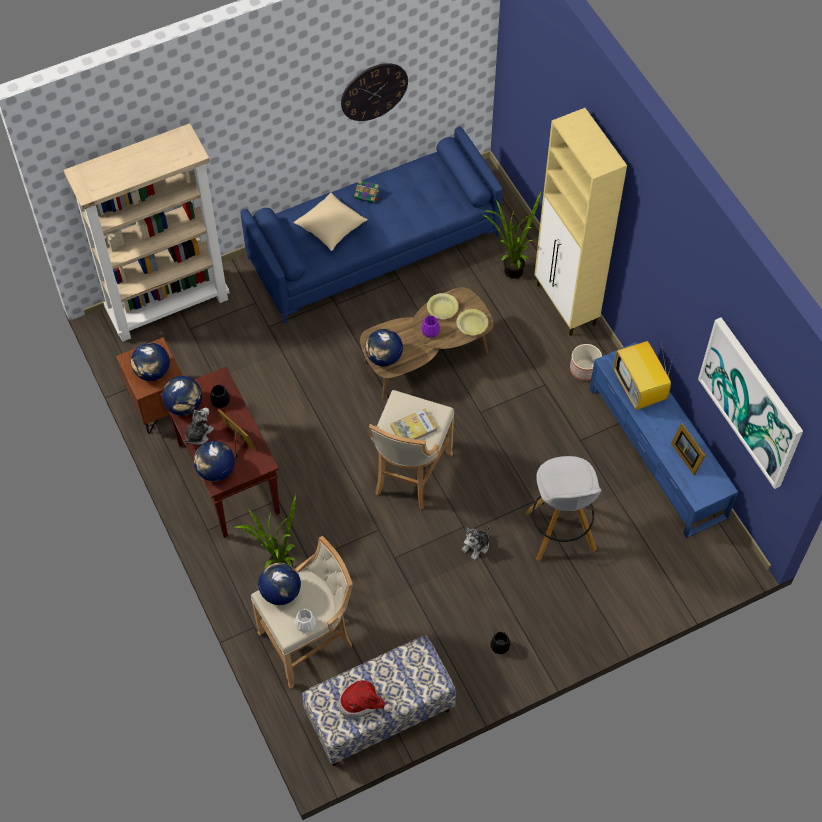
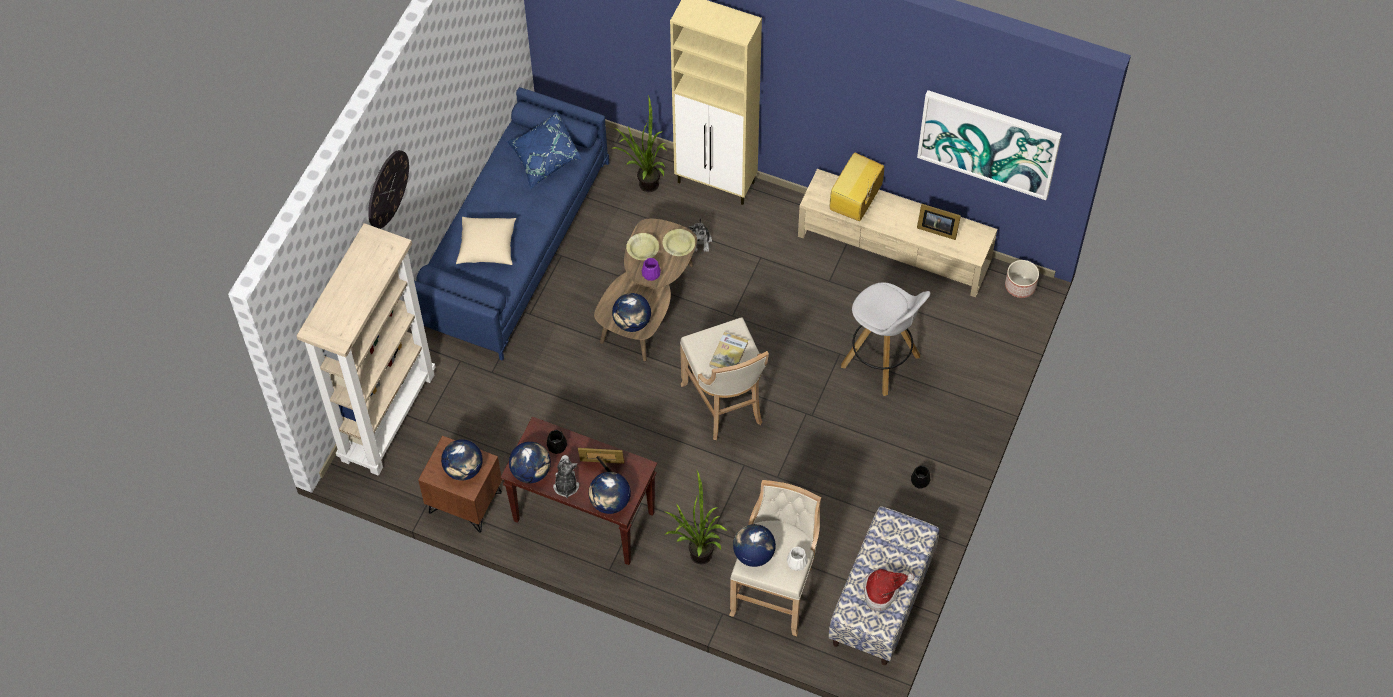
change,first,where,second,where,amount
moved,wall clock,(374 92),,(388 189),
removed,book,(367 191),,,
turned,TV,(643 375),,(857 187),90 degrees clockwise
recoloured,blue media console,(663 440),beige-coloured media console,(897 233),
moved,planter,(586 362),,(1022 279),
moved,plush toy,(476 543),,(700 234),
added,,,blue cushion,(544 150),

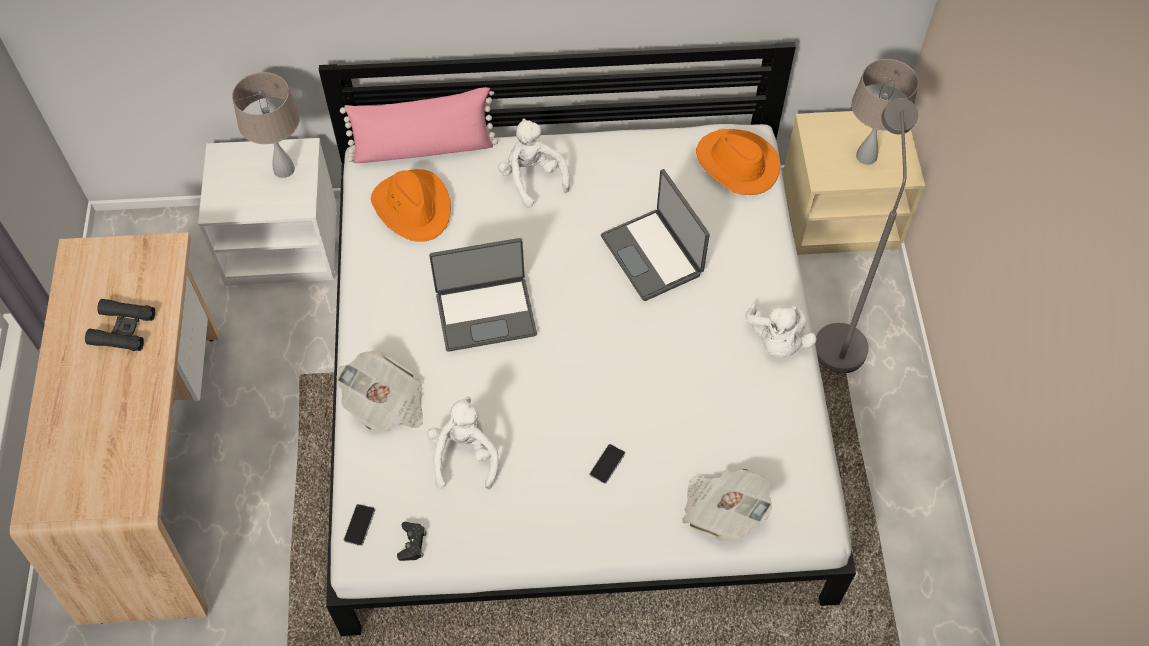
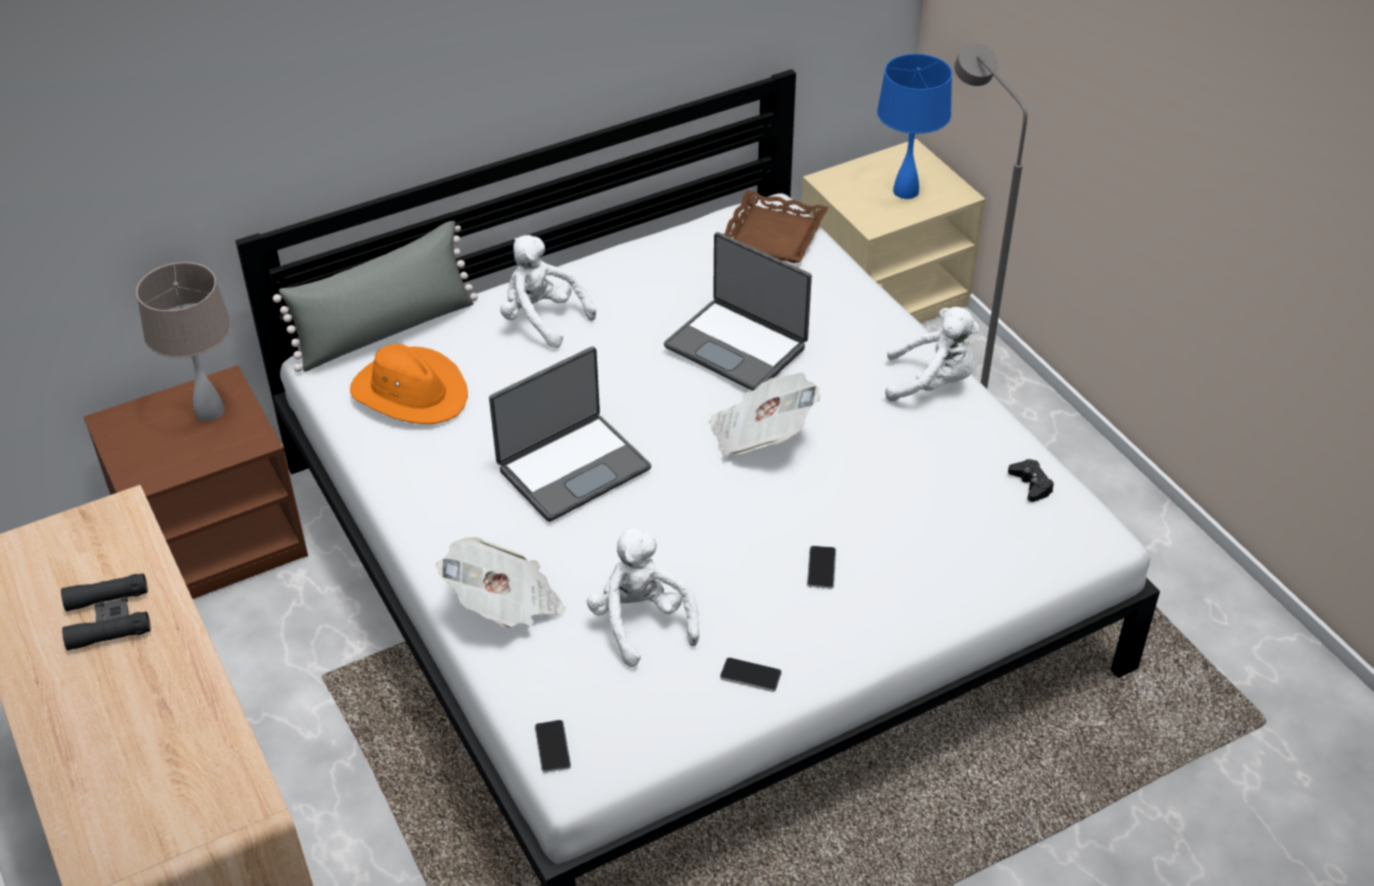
change,first,where,second,where,amount
recoloured,beige-coloured tabletop lamp,(885 112),blue tabletop lamp,(914 126),
recoloured,pink cushion,(419 125),gray cushion,(375 296),
replaced,orange-coloured clothing hat,(738 162),brown carrying tray,(776 226),
recoloured,whitish bedside table,(267 212),brown bedside table,(196 482),
turned,whitish plush toy,(781 331),,(932 354),60 degrees counterclockwise
moved,daily paper,(727 505),,(764 414),
moved,black-coloured game controller,(412 541),,(1031 480),
added,,,telephone,(751 674),

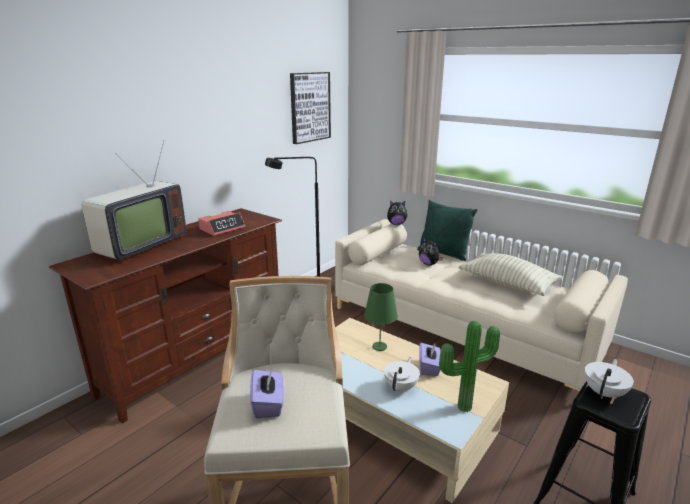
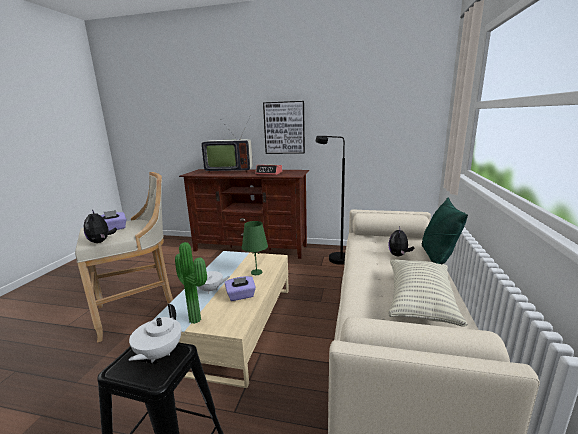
change,first,where,second,where,amount
moved,picture,(310 108),,(284 127),
moved,plush toy,(397 213),,(100 226),
turned,whitish teapot,(609 379),,(155 333),90 degrees clockwise

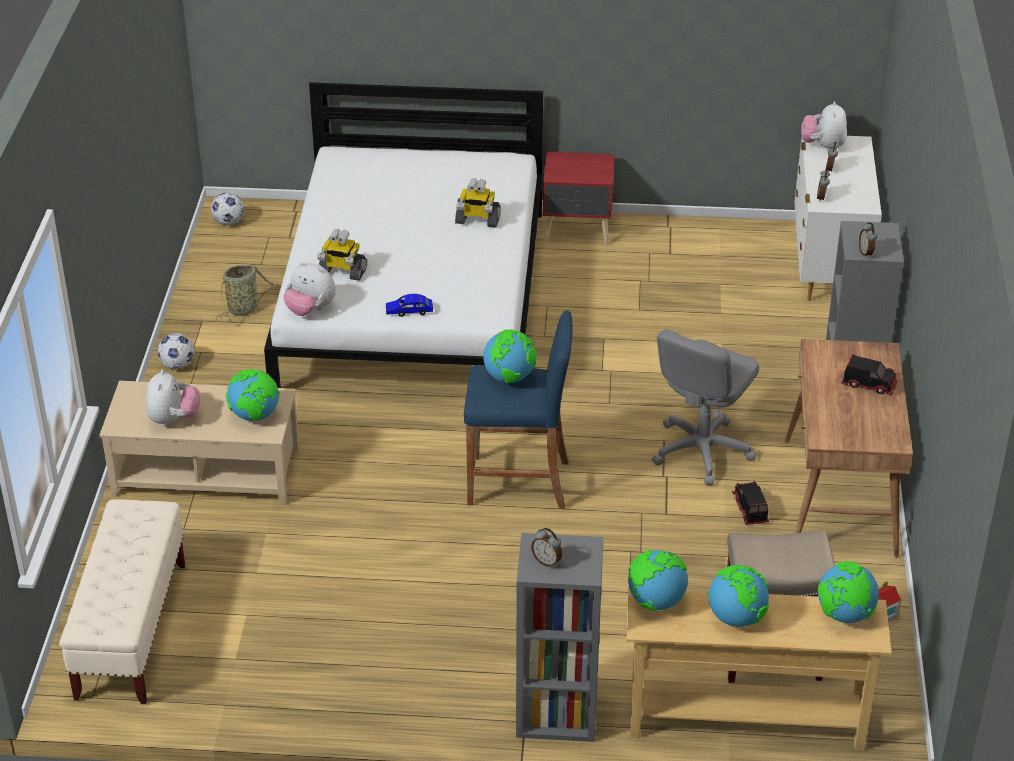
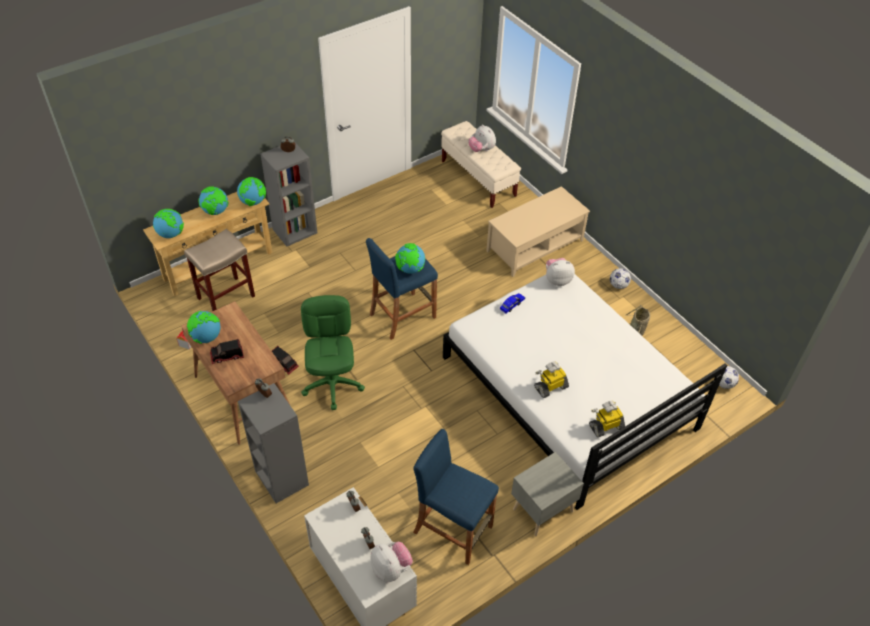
change,first,where,second,where,amount
recoloured,red-coloured bedside table,(579 198),gray bedside table,(547 494),
moved,toy robot,(342 255),,(607 419),
recoloured,gray computer chair,(705 407),green computer chair,(333 352),
moved,globe,(253 395),,(203 327),
moved,plush toy,(173 398),,(482 138),
added,,,blue stool seat,(456 497),

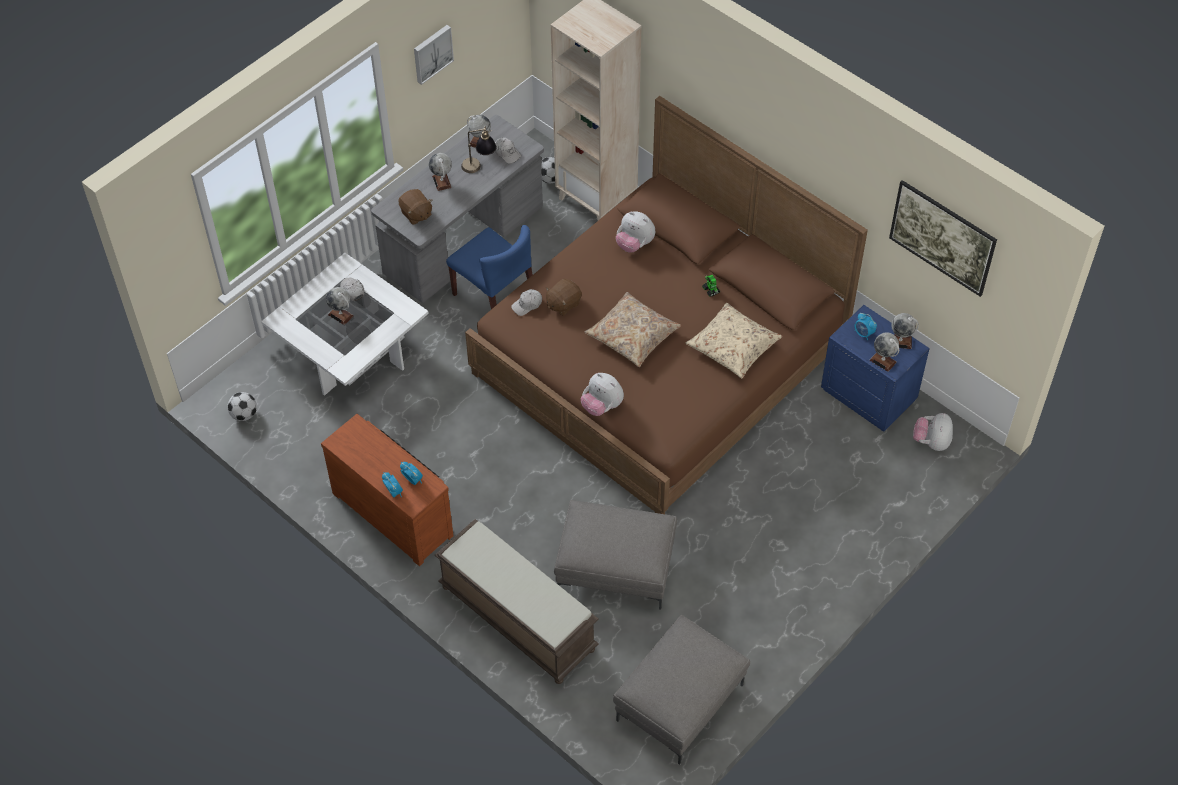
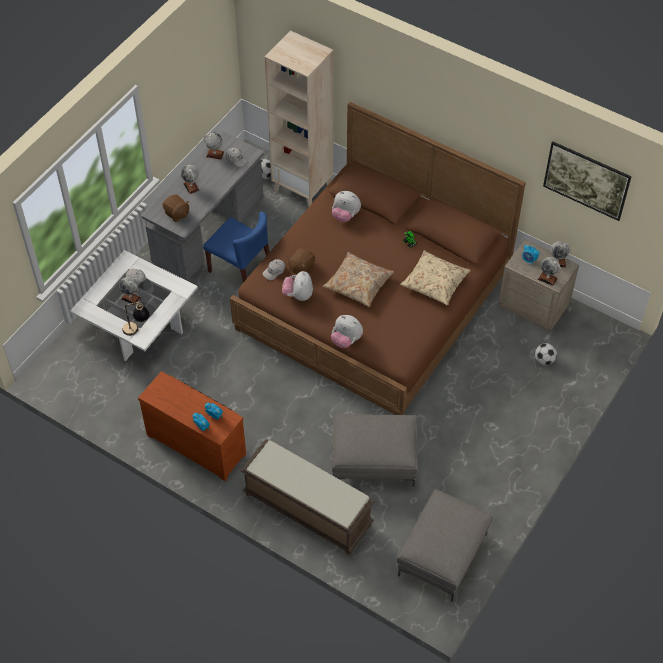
change,first,where,second,where,amount
removed,picture,(434 55),,,
moved,tabletop lamp,(478 149),,(136 318),
recoloured,blue bedside table,(875 368),beige-coloured bedside table,(538 285),
moved,football ball,(242 406),,(546 354),
moved,plush toy,(933 432),,(297 286),

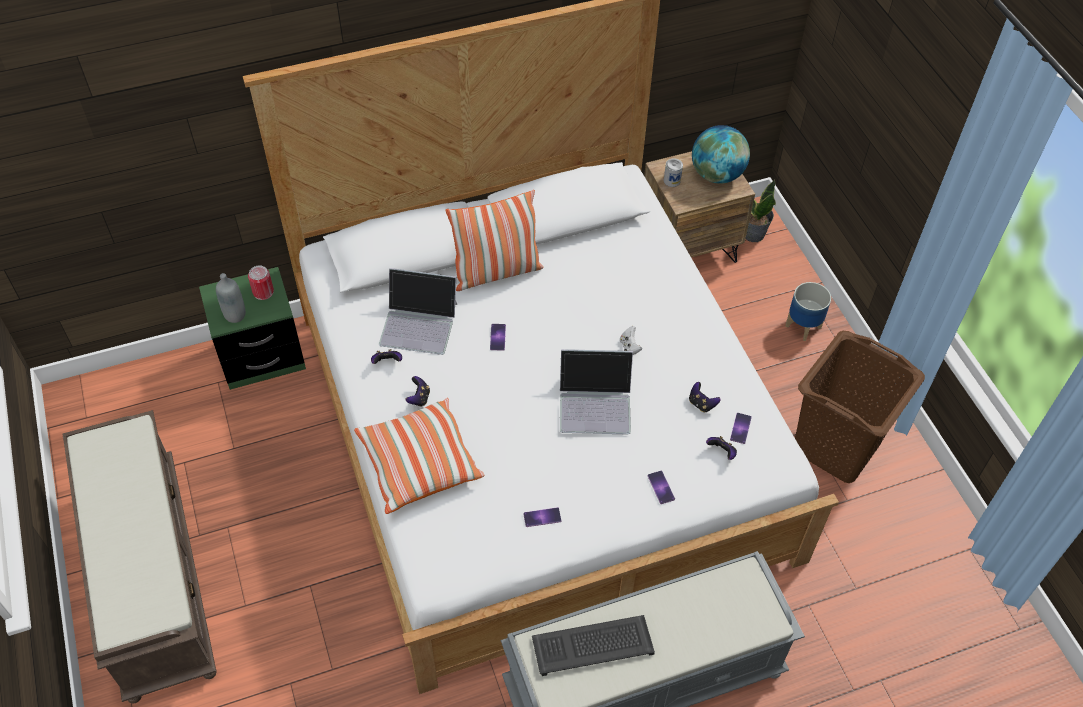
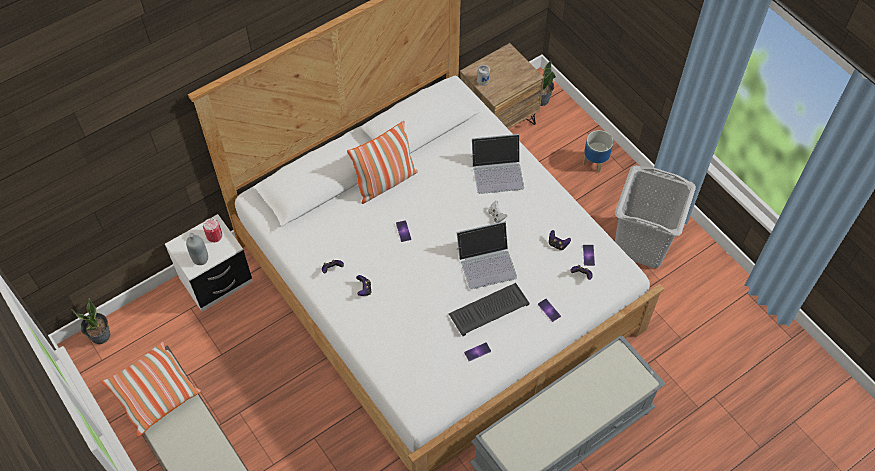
change,first,where,second,where,amount
removed,globe,(721 154),,,
recoloured,green bedside table,(252 328),whitish bedside table,(209 262),
moved,portable computer,(418 311),,(498 164),
recoloured,brown laundry basket,(860 407),gray laundry basket,(655 216),
moved,cushion,(419 456),,(151 389),
moved,computer keyboard,(593 645),,(489 309),
added,,,plant in a pot,(90 321),

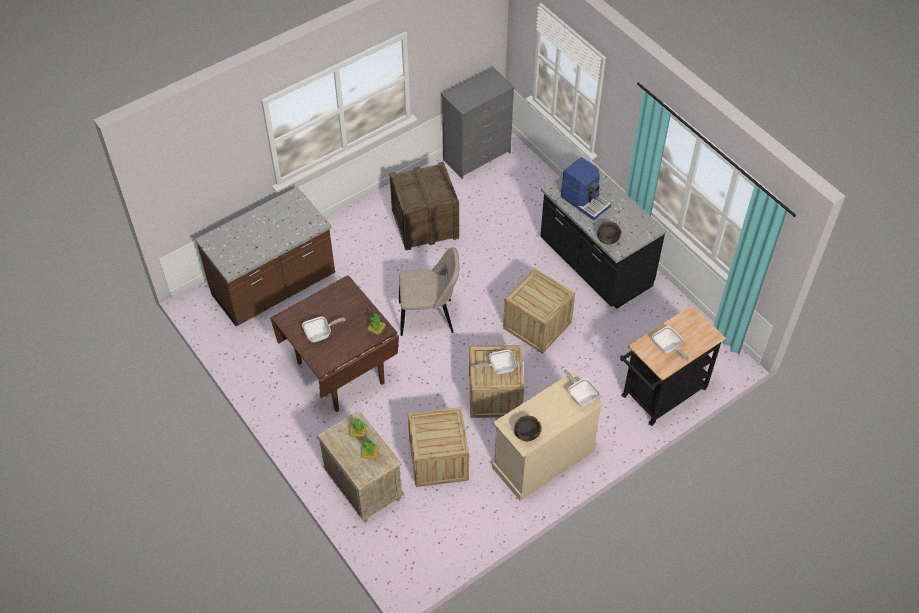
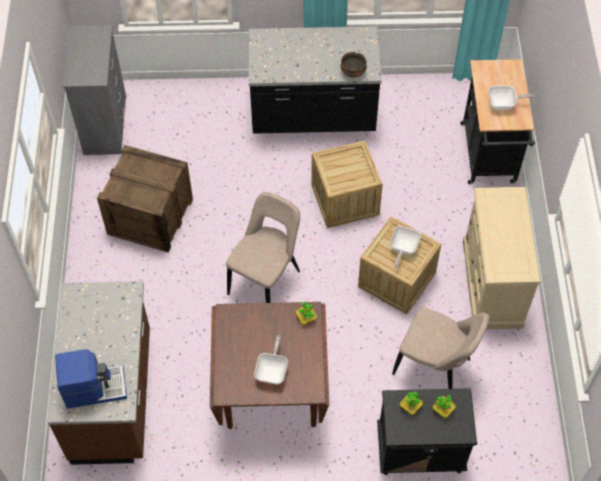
change,first,where,second,where,amount
moved,coffee maker,(586 188),,(91 379),
removed,skillet,(581 388),,,
replaced,crate,(438 447),beige-coloured plain chair,(441 348),
recoloured,beige-coloured bedside table,(360 466),black-coloured bedside table,(427 431),
removed,serving bowl,(527 428),,,

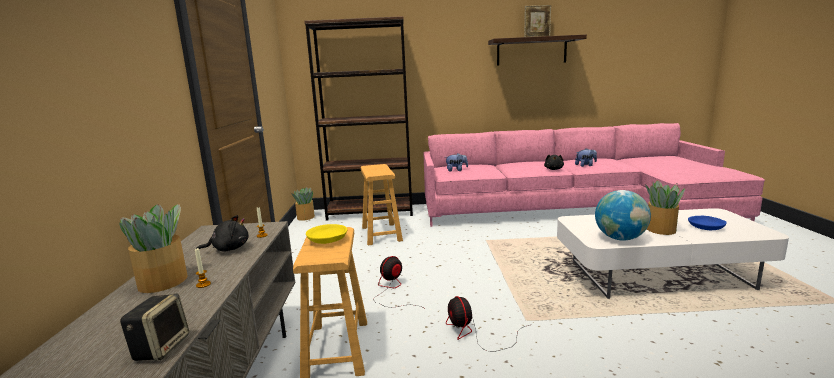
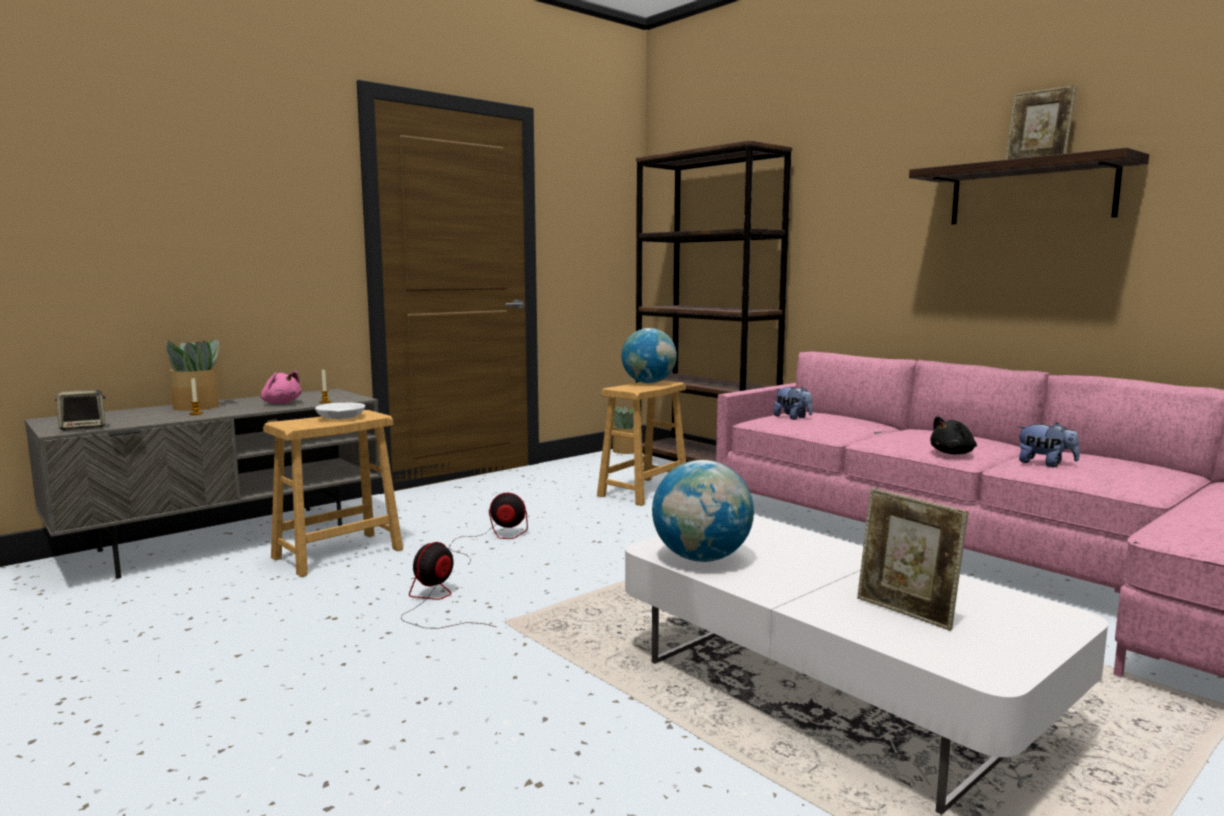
change,first,where,second,where,amount
removed,plant in a pot,(665 207),,,
recoloured,black-coloured plush toy,(222 233),pink plush toy,(281 387),
replaced,blue serving bowl,(707 223),picture frame,(912 559),
recoloured,yellowish serving bowl,(326 234),whitish serving bowl,(340 411),
added,,,globe,(649 355),

